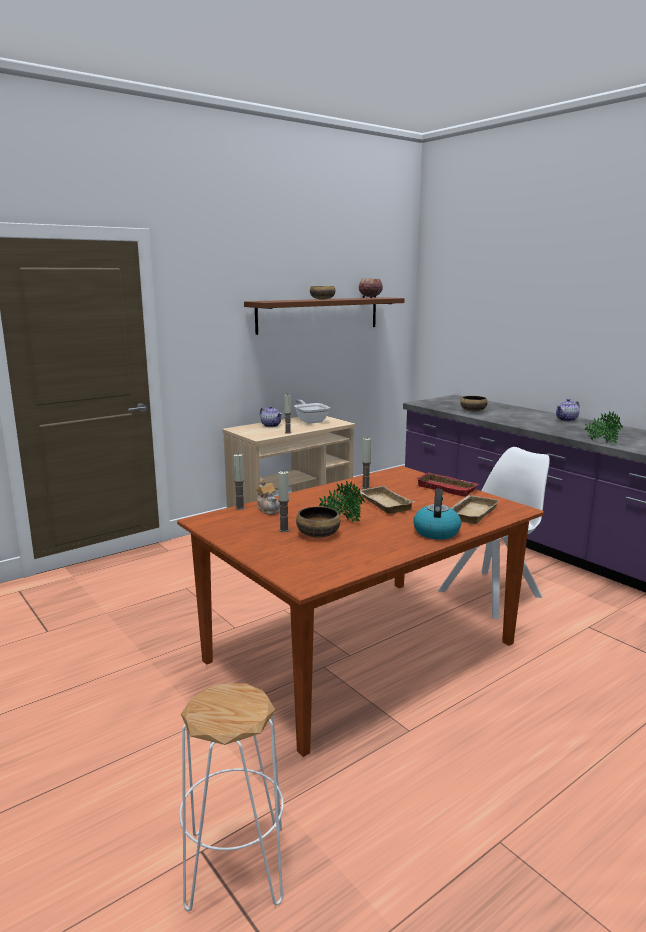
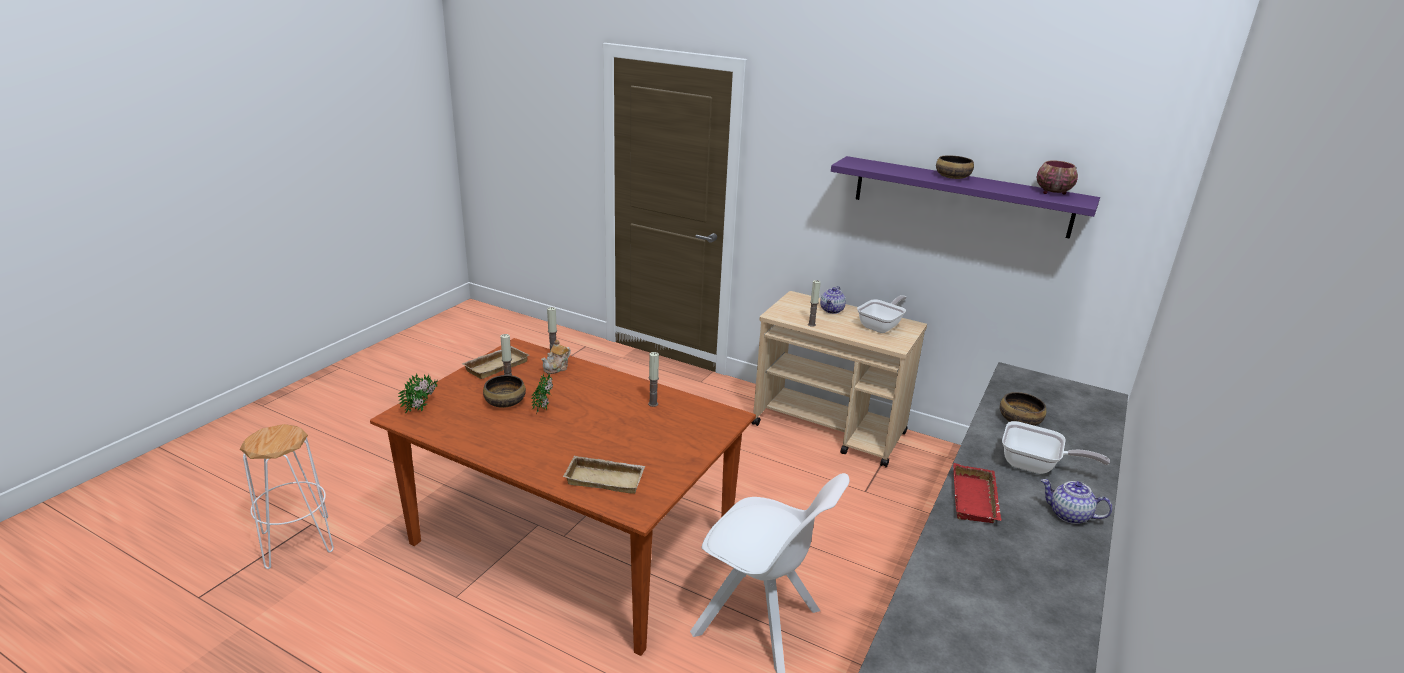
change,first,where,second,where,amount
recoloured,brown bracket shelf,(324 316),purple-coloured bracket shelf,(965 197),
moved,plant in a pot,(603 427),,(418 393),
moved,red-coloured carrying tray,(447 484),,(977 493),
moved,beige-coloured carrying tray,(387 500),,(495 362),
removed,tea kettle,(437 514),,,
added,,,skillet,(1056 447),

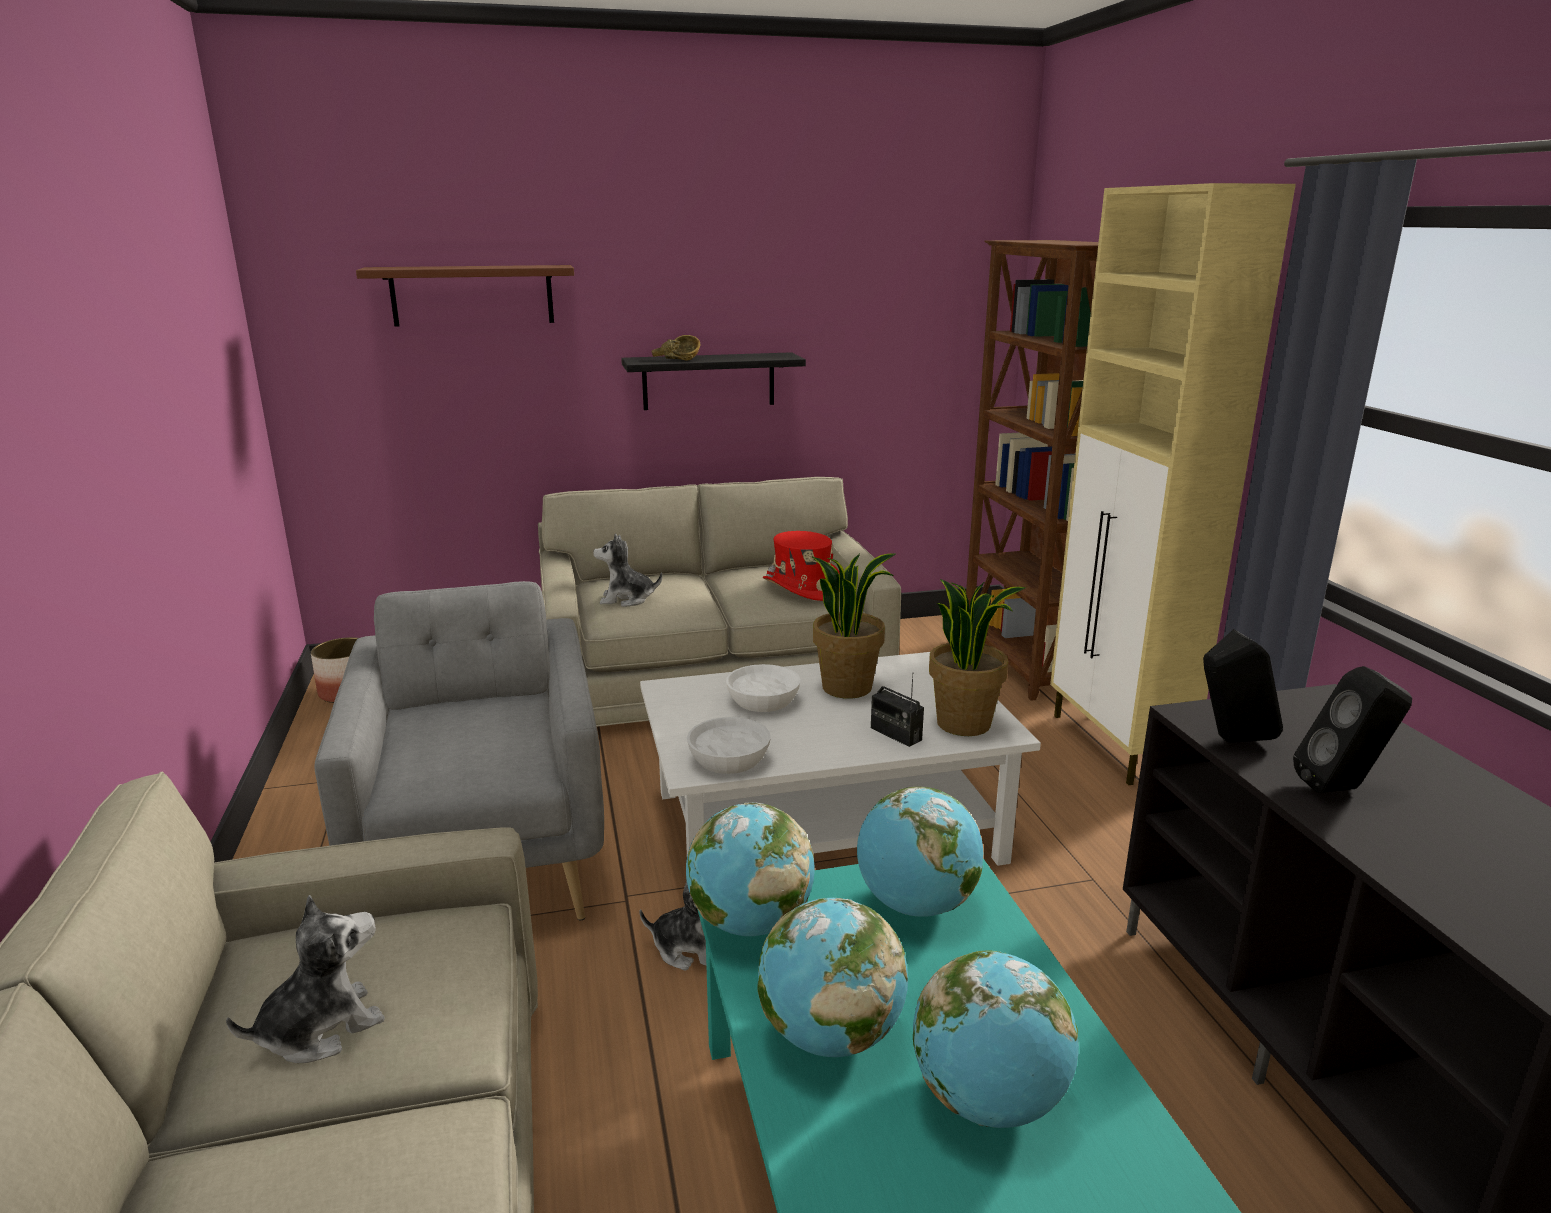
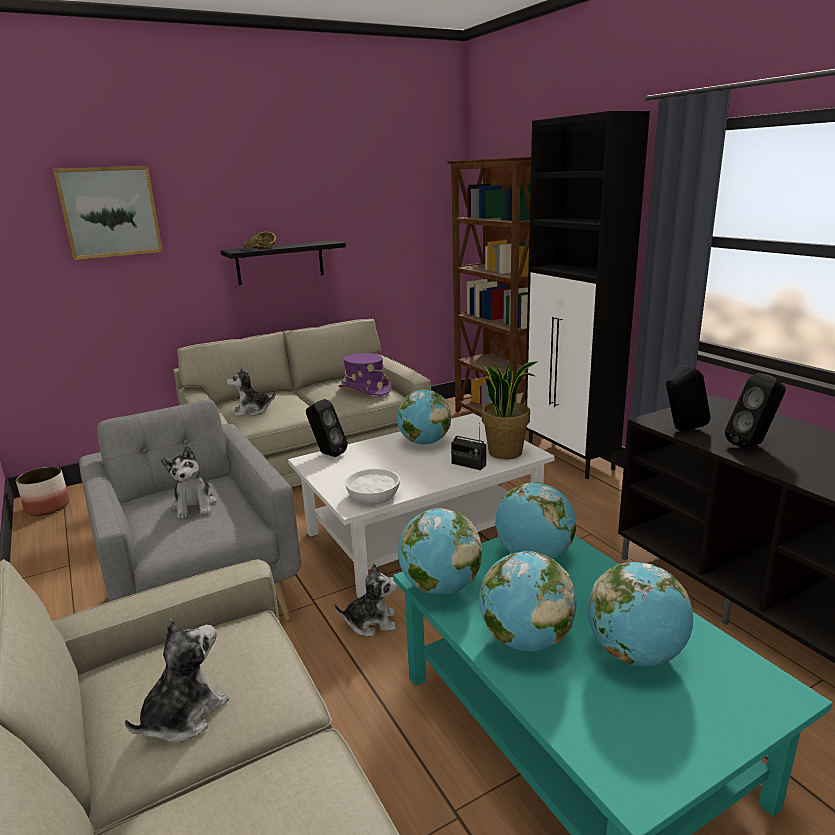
change,first,where,second,where,amount
recoloured,beige-coloured cabinet,(1173 484),black-coloured cabinet,(587 295),
replaced,brown bracket shelf,(465 295),picture,(108 213),
recoloured,red-coloured clothing hat,(801 566),purple-coloured clothing hat,(365 374),
replaced,plant in a pot,(853 626),globe,(424 417),
removed,whitish serving bowl,(763 688),,,
added,,,black-coloured speaker,(327 428),
added,,,plush toy,(189 482),

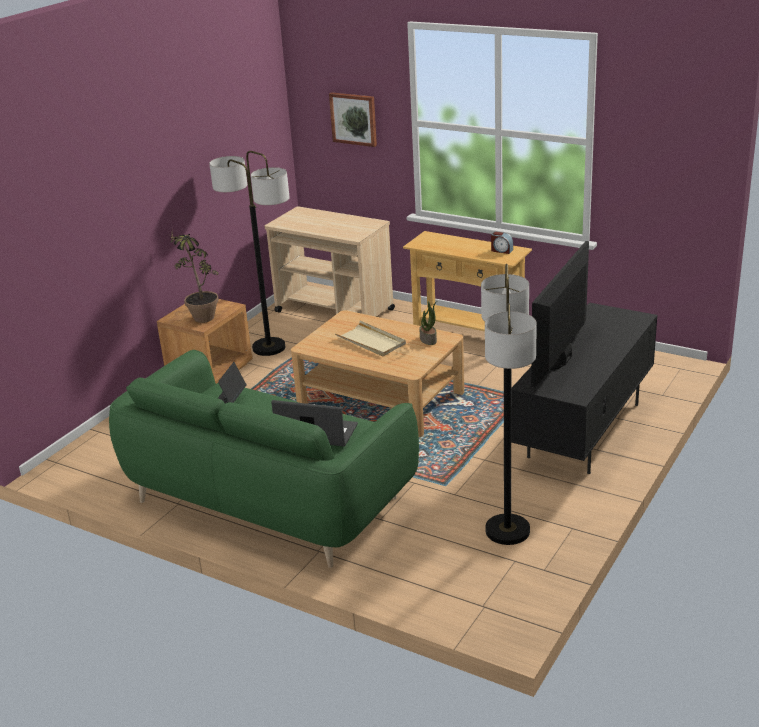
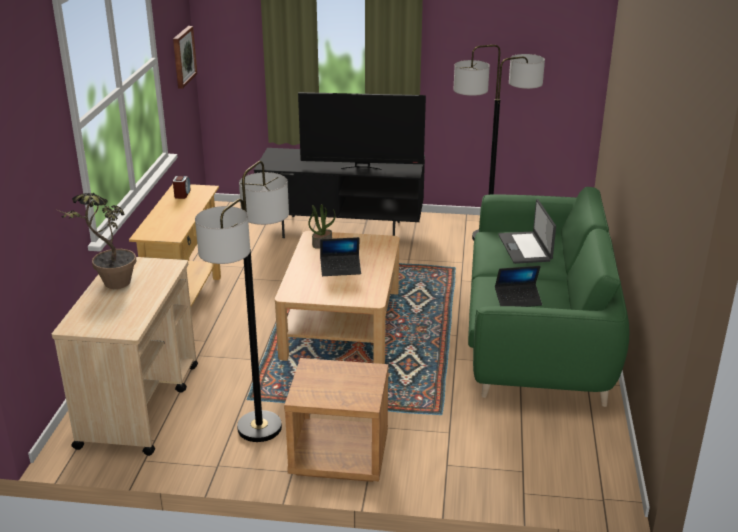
change,first,where,second,where,amount
moved,picture,(353 119),,(185 57),
moved,plant in a pot,(194 277),,(97 241),
replaced,beige-coloured carrying tray,(370 338),portable computer,(340 256),

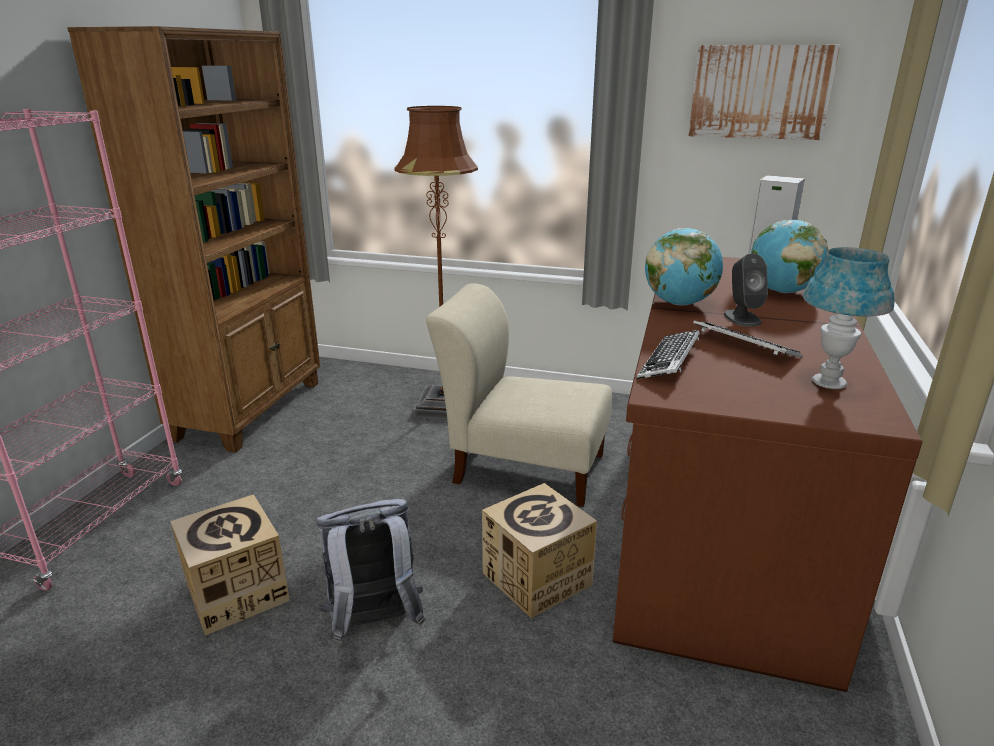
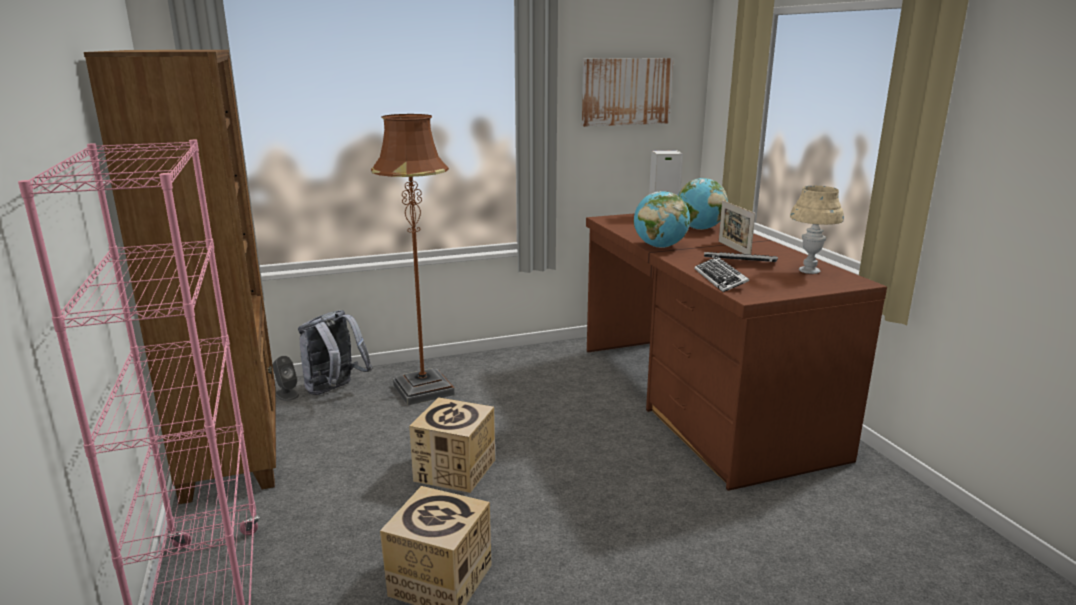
change,first,where,second,where,amount
recoloured,blue tabletop lamp,(848 318),beige-coloured tabletop lamp,(817 230),
moved,gray speaker,(746 290),,(286 378),
removed,beige-coloured plain chair,(519 395),,,
moved,packing box,(539 550),,(452 445),
moved,gray knapsack,(371 571),,(335 352),
added,,,picture frame,(737 227),

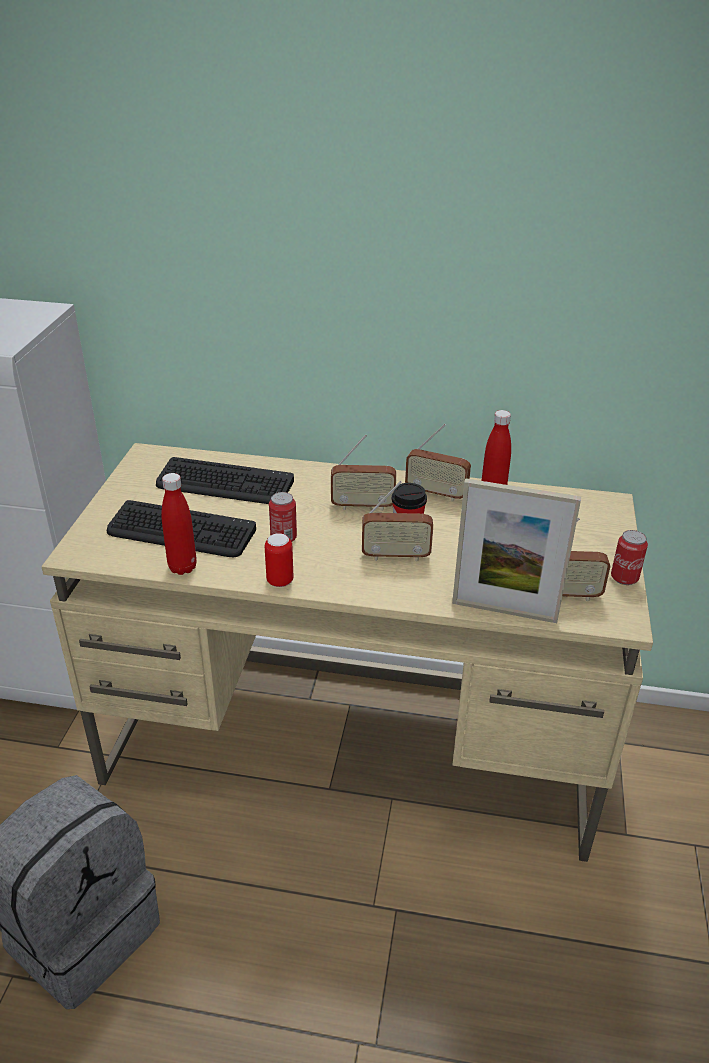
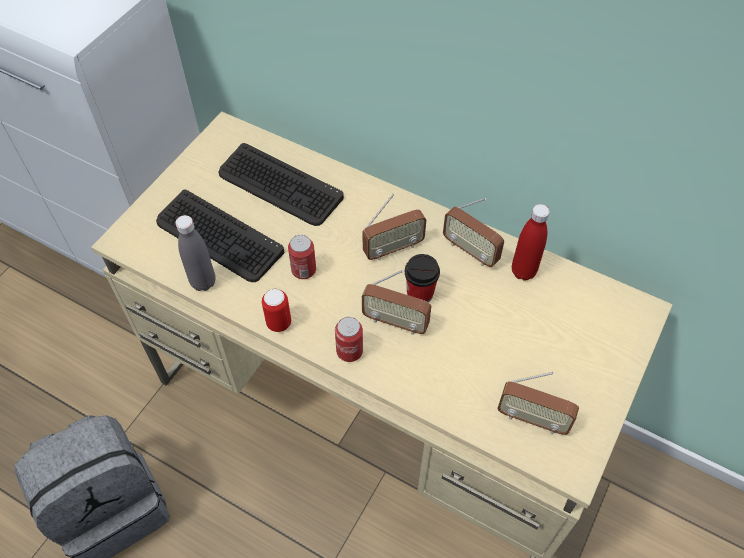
change,first,where,second,where,amount
turned,radio receiver,(363 472),,(394 226),45 degrees counterclockwise
recoloured,red-coloured beverage bottle,(179 524),gray beverage bottle,(195 253),
removed,picture frame,(516 551),,,
moved,can,(629 557),,(349 339),

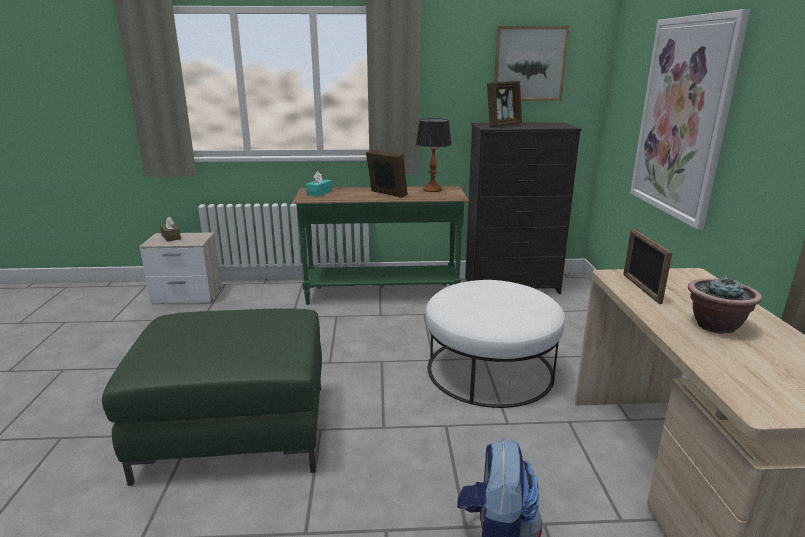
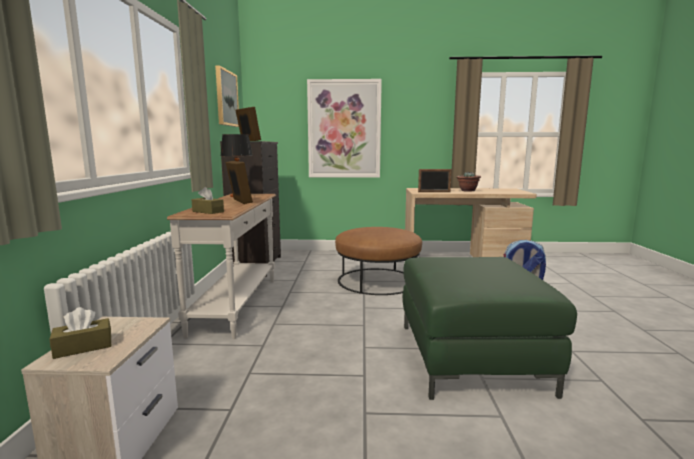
change,first,where,second,where,amount
turned,picture frame,(387 174),,(239 182),105 degrees clockwise
recoloured,turquoise-coloured tissue holder,(319 184),brown tissue holder,(207 200),
recoloured,green hall table,(380 245),whitish hall table,(221 266),
recoloured,whitish footrest,(495 344),brown footrest,(378 261),

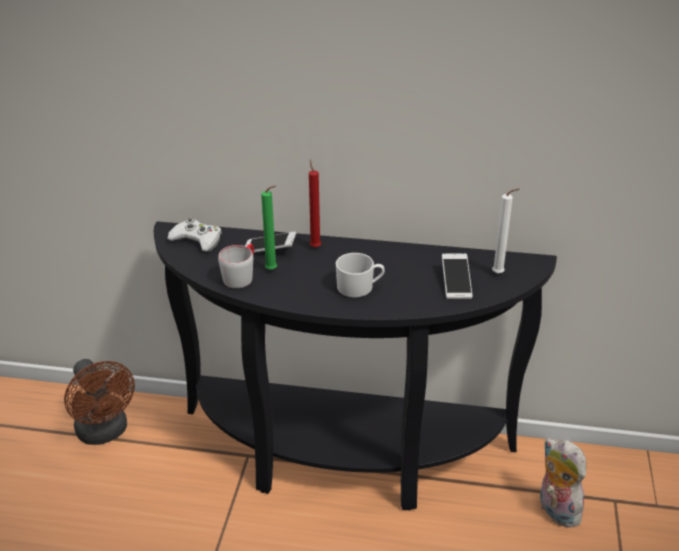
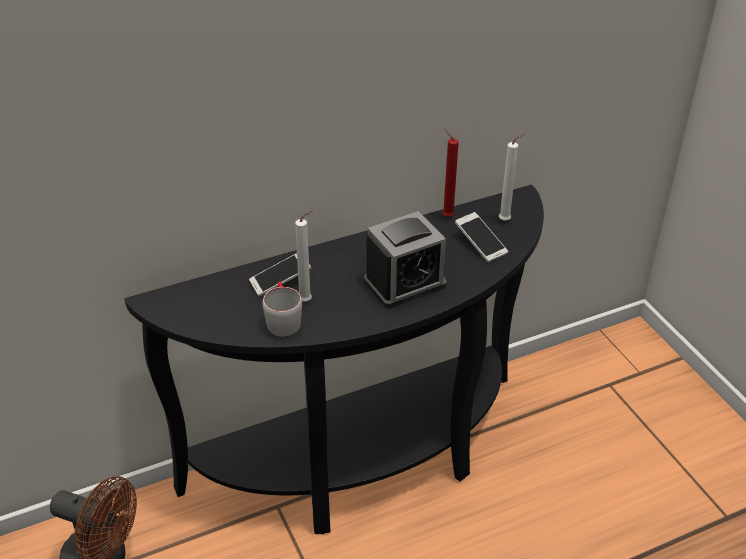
change,first,where,second,where,amount
moved,red-coloured candle,(315 203),,(450 173),
recoloured,green candle,(269 227),whitish candle,(303 256),
removed,whitish game controller,(194 235),,,
replaced,whitish coffee mug,(360 275),bedside clock,(405 259),
removed,plush toy,(562 483),,,

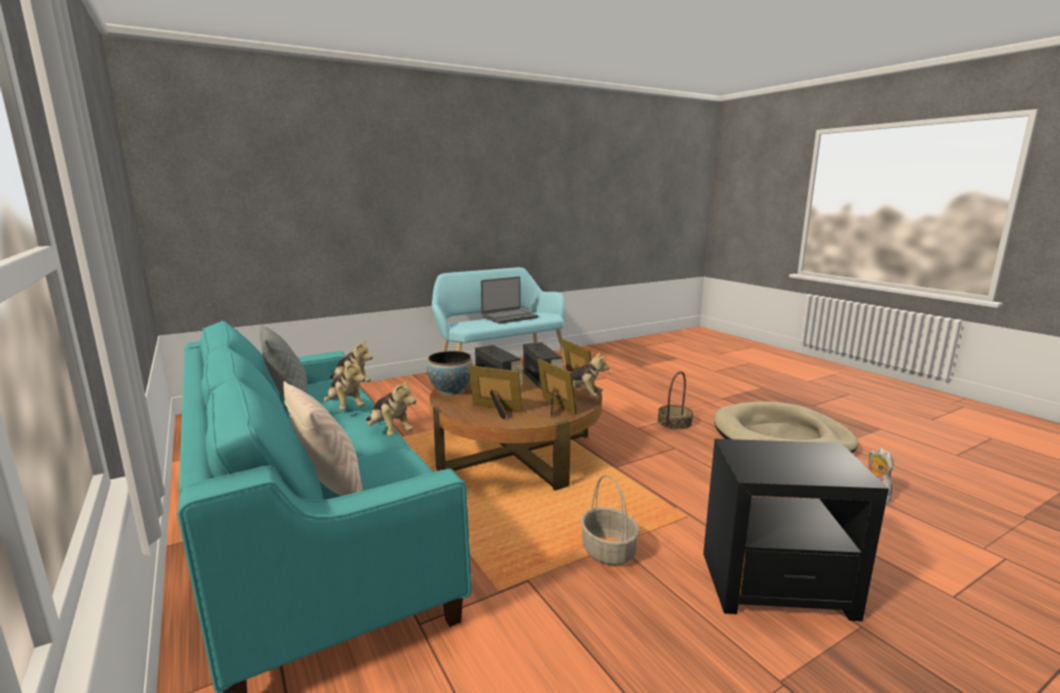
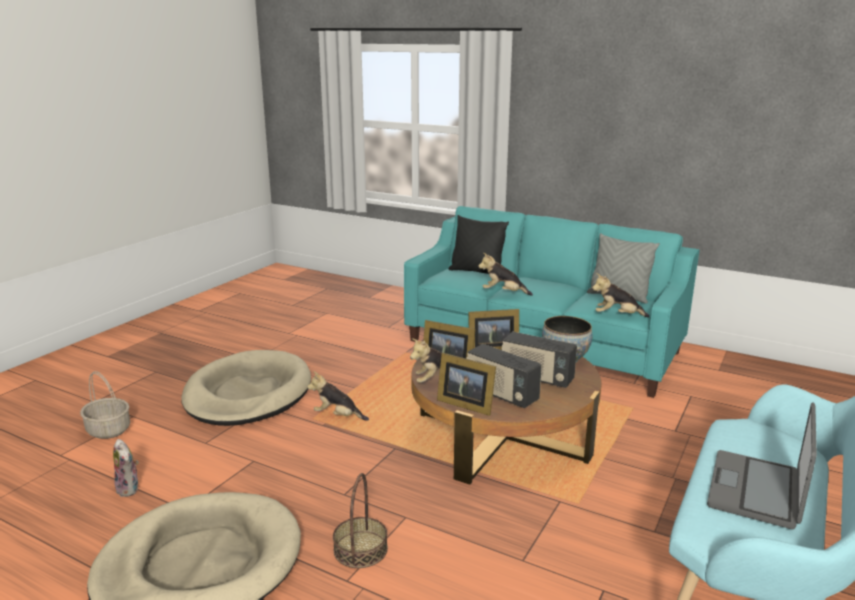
change,first,where,second,where,amount
moved,plush toy,(344 384),,(338 396),
recoloured,beige-coloured cushion,(323 438),black-coloured cushion,(479 244),
replaced,black-coloured side table,(796 530),beige-coloured pet bed,(246 388),
moved,storage basket,(610 520),,(105 405),

